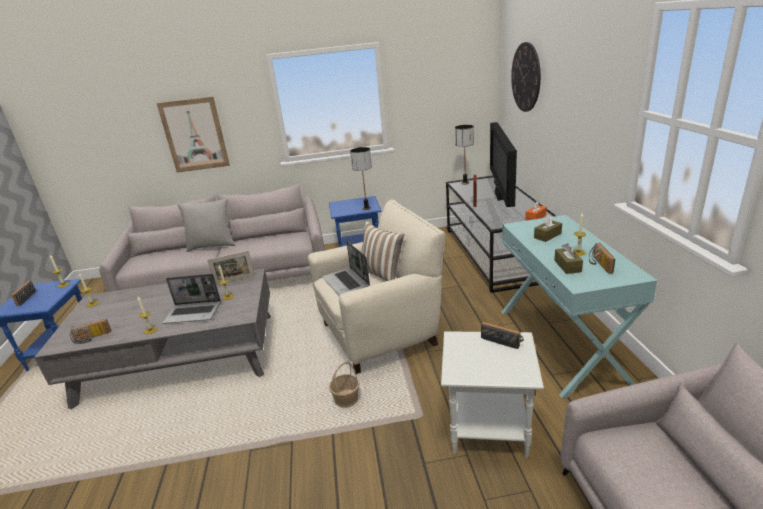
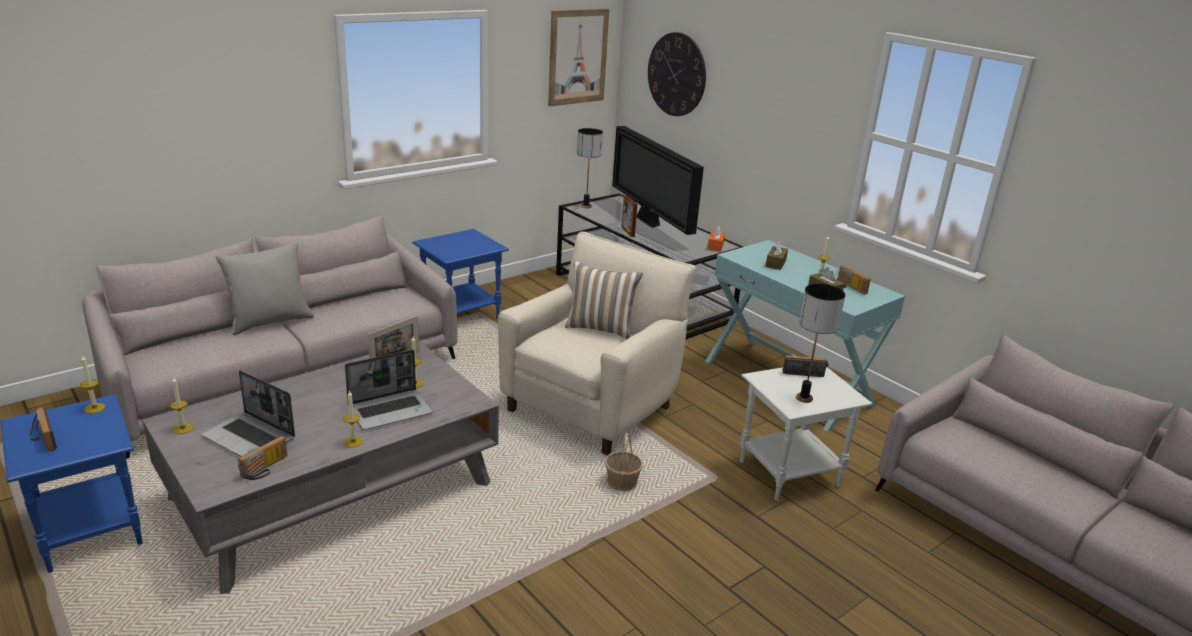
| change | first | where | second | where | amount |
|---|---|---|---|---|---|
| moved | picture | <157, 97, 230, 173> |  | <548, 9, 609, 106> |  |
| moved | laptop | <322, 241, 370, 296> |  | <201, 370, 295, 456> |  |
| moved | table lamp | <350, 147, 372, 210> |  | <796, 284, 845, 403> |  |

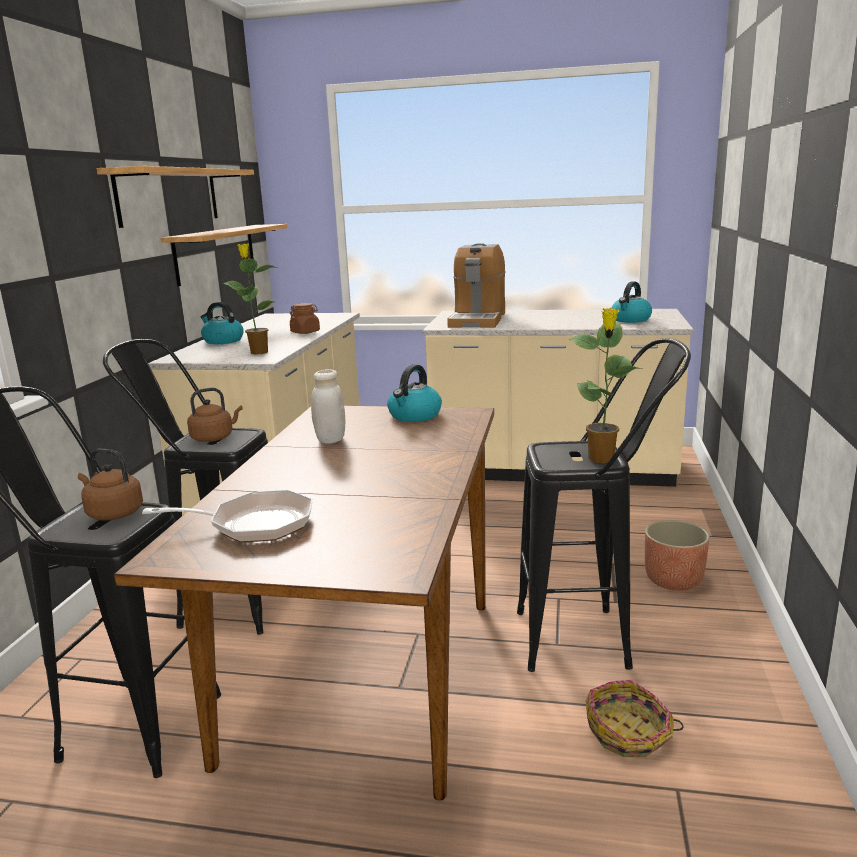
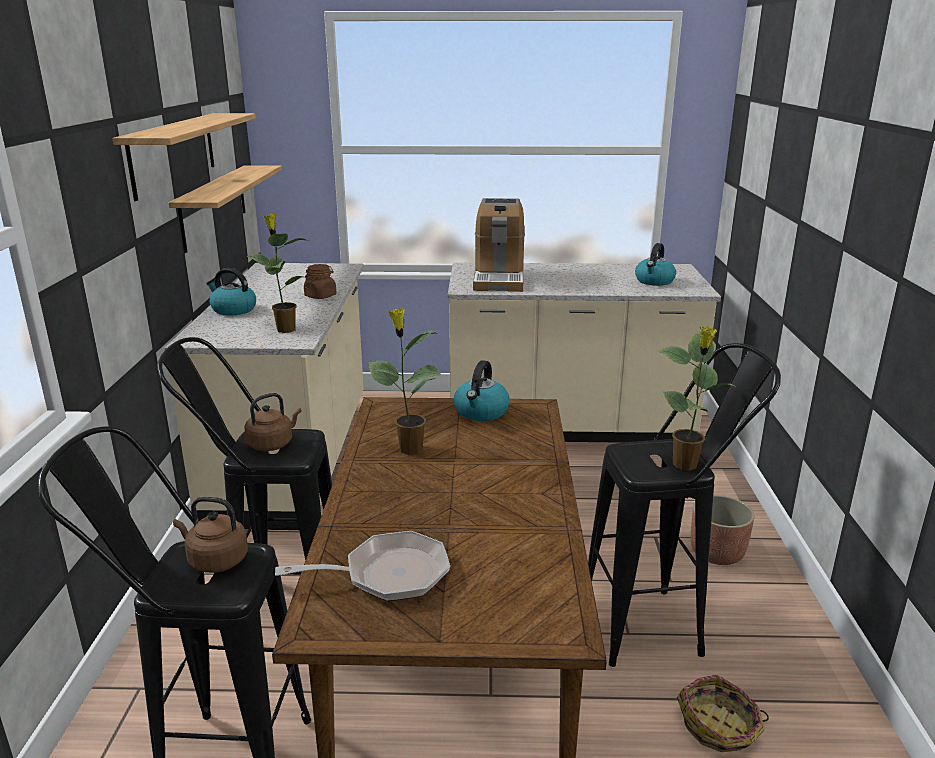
| change | first | where | second | where | amount |
|---|---|---|---|---|---|
| replaced | white jar | <311, 369, 345, 443> | potted plant | <368, 308, 441, 455> |  |

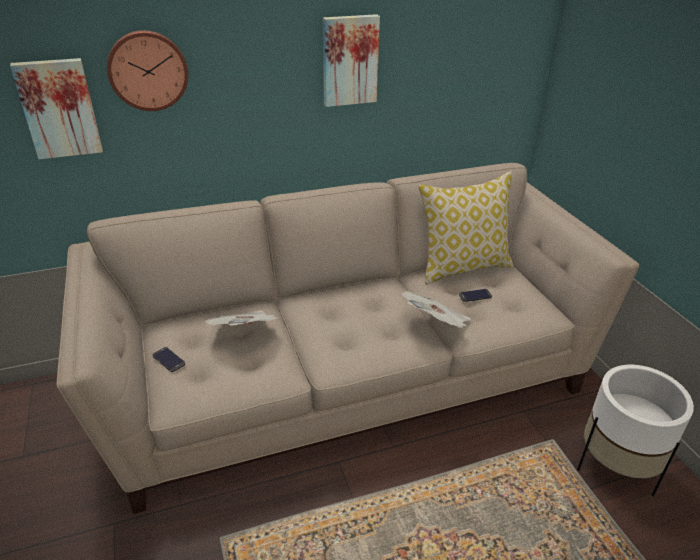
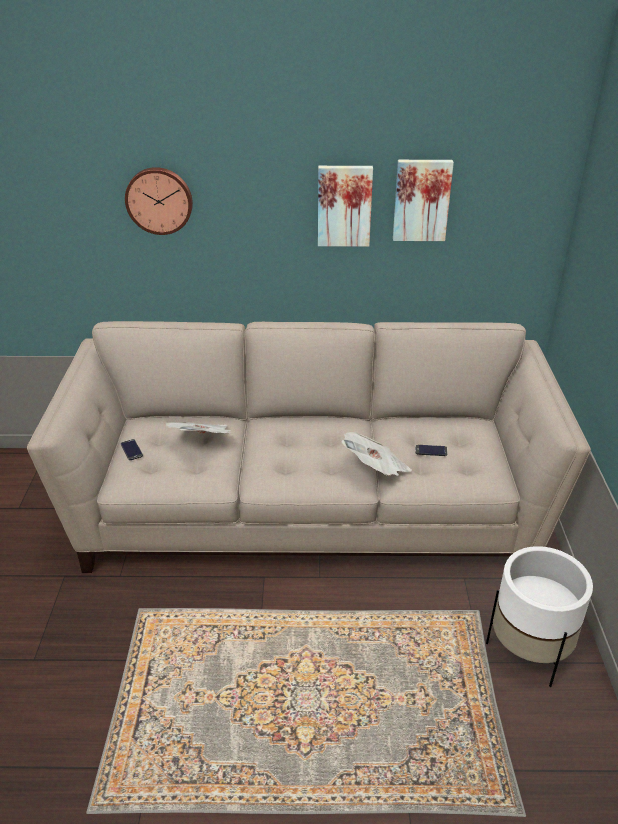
| change | first | where | second | where | amount |
|---|---|---|---|---|---|
| moved | picture | <10, 58, 103, 159> |  | <393, 160, 454, 241> |  |
| removed | pillow | <419, 171, 514, 285> |  |  |  |

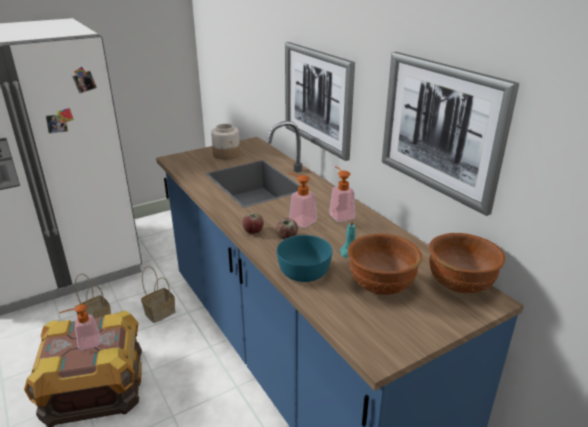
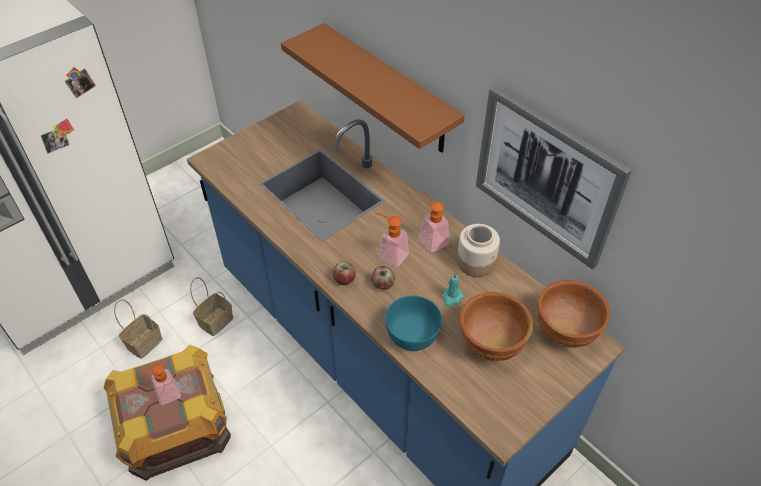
| change | first | where | second | where | amount |
|---|---|---|---|---|---|
| moved | jar | <211, 124, 240, 160> |  | <457, 224, 500, 277> |  |
| replaced | picture | <285, 42, 355, 161> | brown shelf | <281, 23, 465, 153> |  |

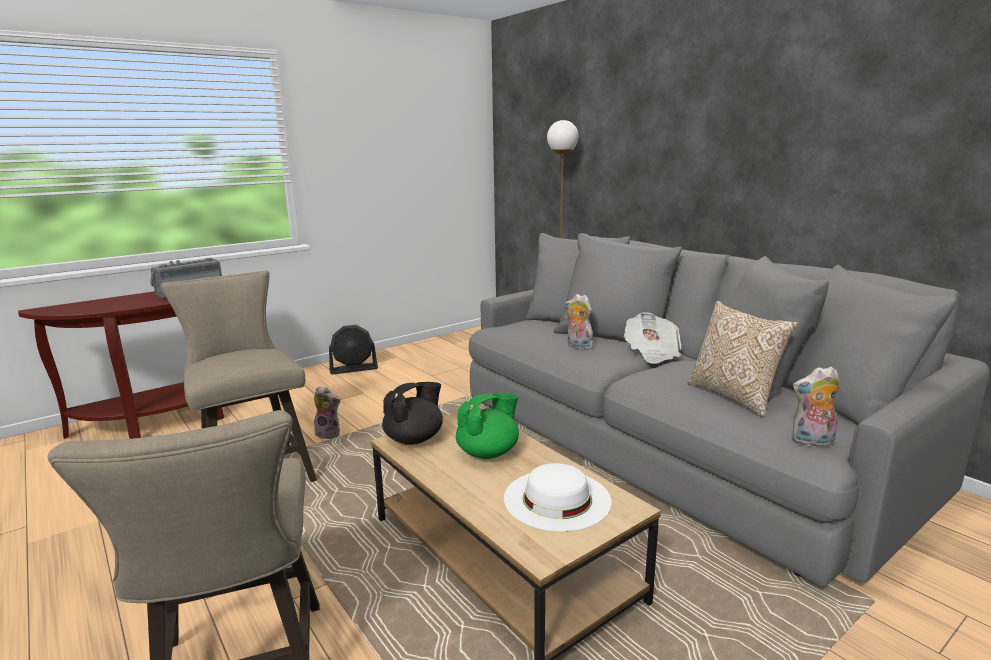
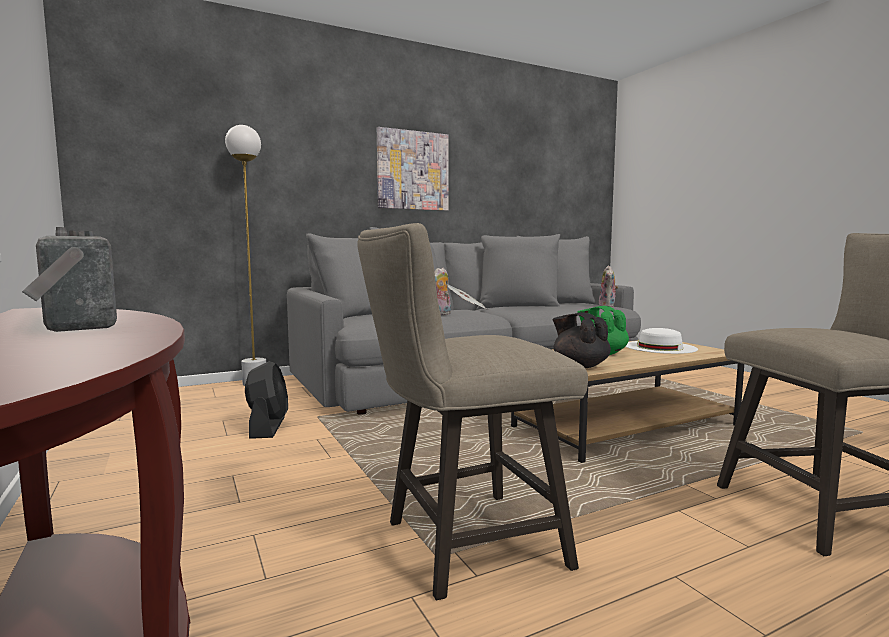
| change | first | where | second | where | amount |
|---|---|---|---|---|---|
| removed | plush toy | <314, 386, 340, 439> |  |  |  |
| moved | black fan | <329, 325, 378, 374> |  | <245, 361, 288, 439> |  |
| removed | pillow | <687, 301, 798, 418> |  |  |  |
| added |  |  | picture | <377, 127, 449, 211> |  |

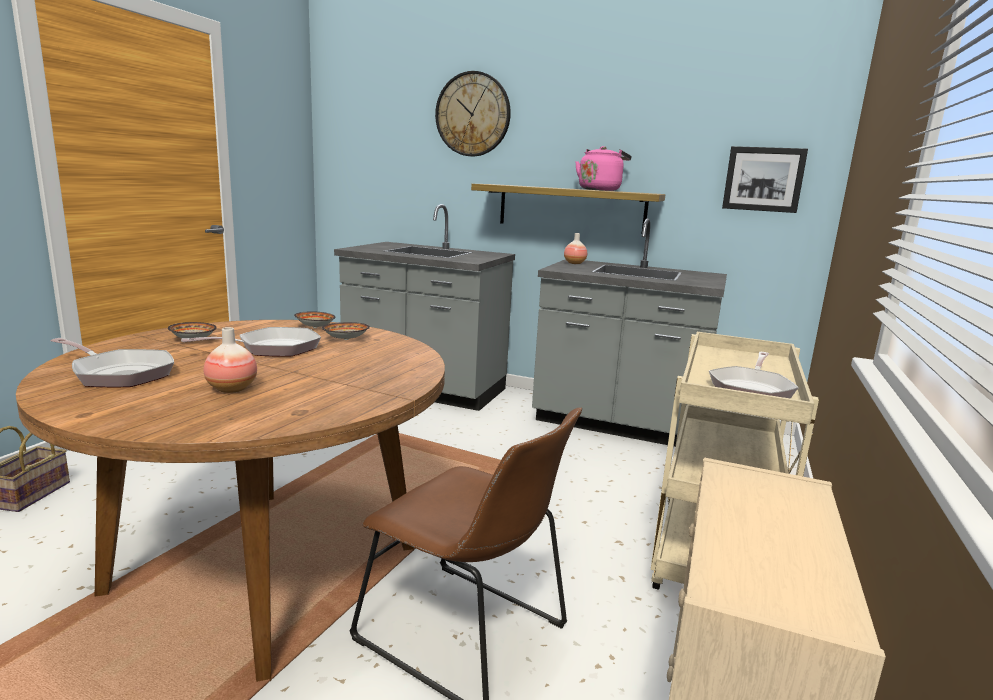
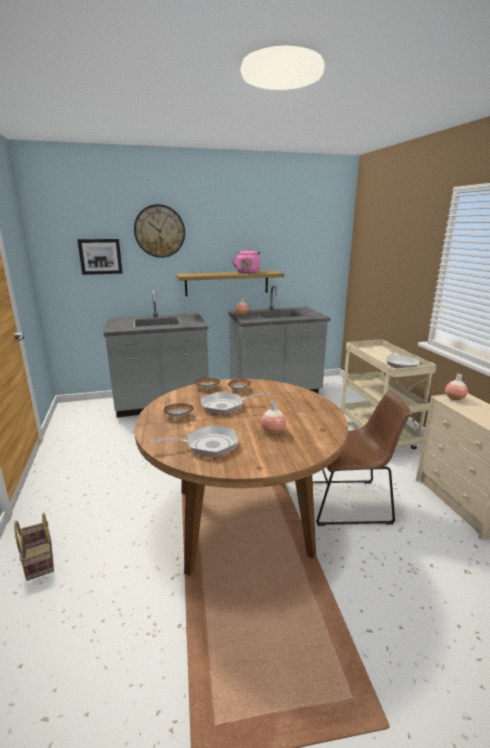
| change | first | where | second | where | amount |
|---|---|---|---|---|---|
| turned | frying pan | <181, 327, 321, 357> |  | <201, 392, 271, 415> | 120 degrees counterclockwise |
| moved | picture | <722, 146, 808, 213> |  | <77, 239, 123, 275> |  |
| added |  |  | vase | <445, 374, 468, 400> |  |

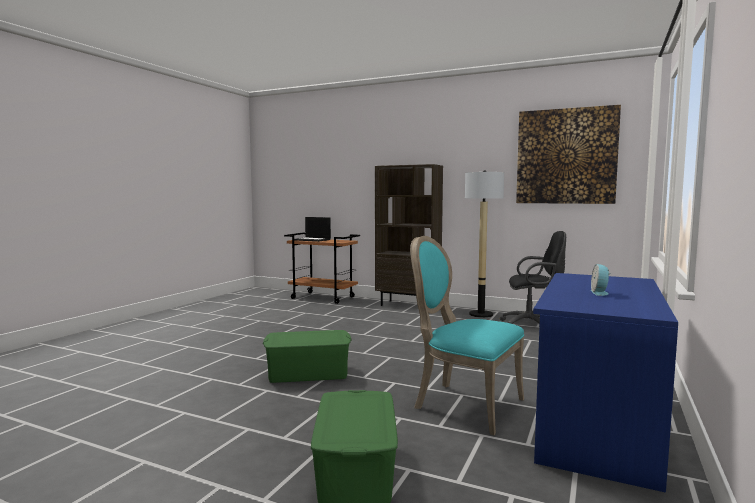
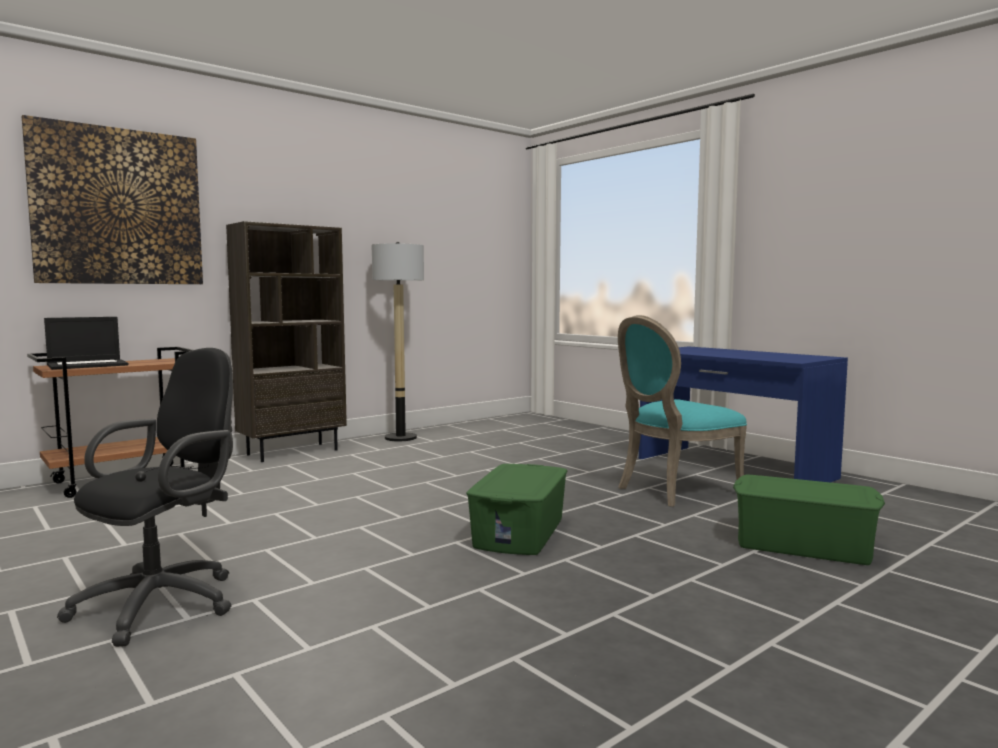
| change | first | where | second | where | amount |
|---|---|---|---|---|---|
| moved | black office chair | <500, 231, 566, 325> |  | <57, 348, 233, 647> |  |
| moved | picture | <516, 105, 621, 204> |  | <22, 115, 203, 284> |  |
| removed | alarm clock | <591, 264, 610, 296> |  |  |  |

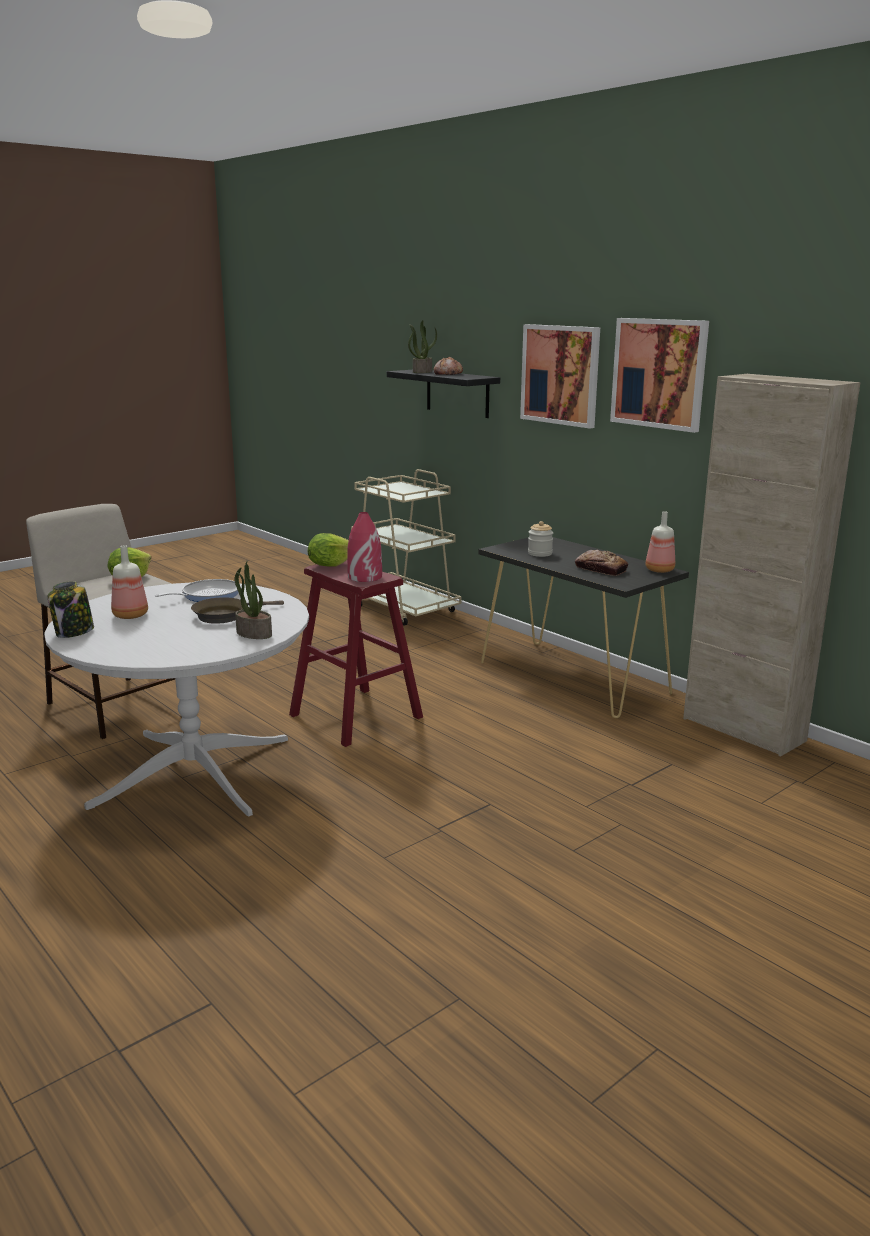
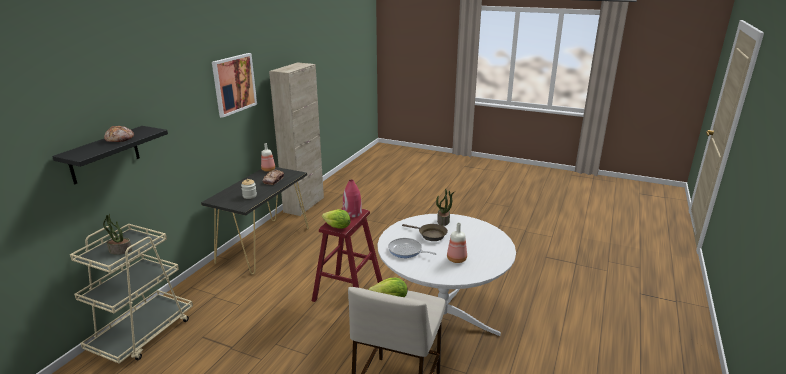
| change | first | where | second | where | amount |
|---|---|---|---|---|---|
| removed | jar | <48, 581, 94, 638> |  |  |  |
| moved | potted plant | <408, 320, 437, 373> |  | <103, 214, 132, 255> |  |
| removed | picture | <520, 324, 600, 428> |  |  |  |

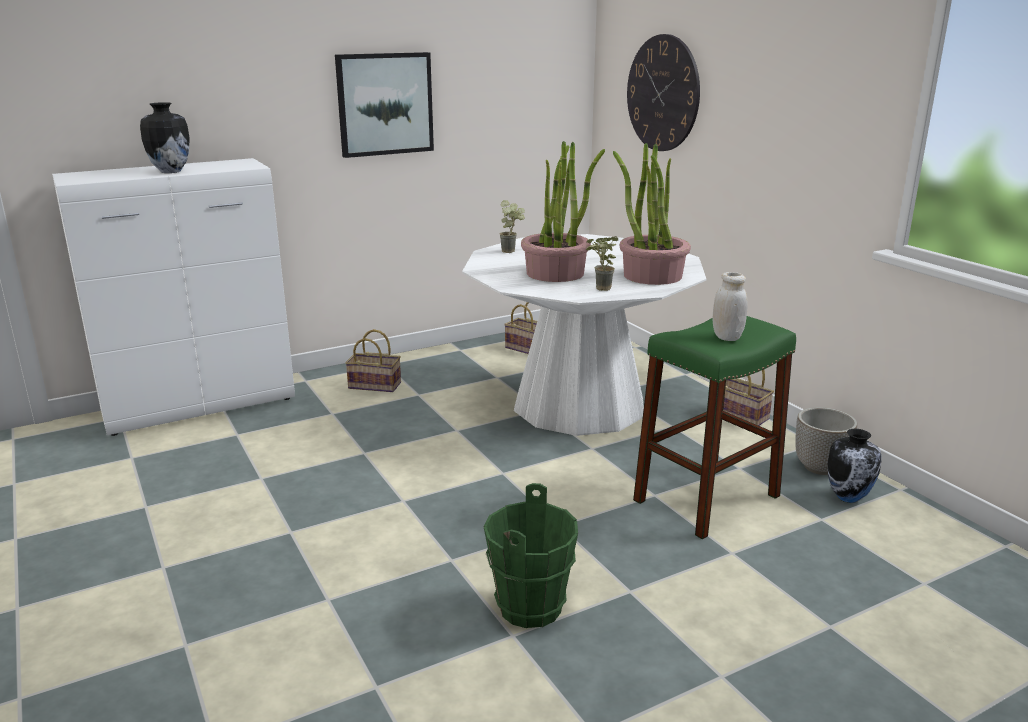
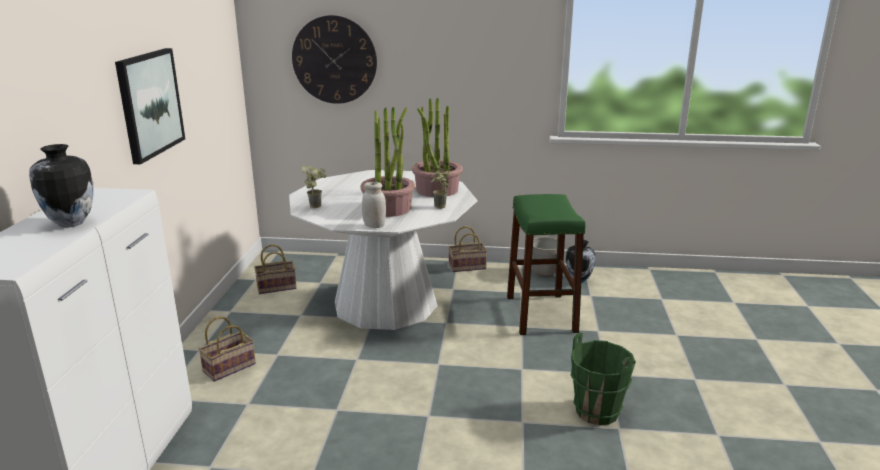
| change | first | where | second | where | amount |
|---|---|---|---|---|---|
| moved | white jar | <712, 272, 748, 341> |  | <362, 182, 386, 228> |  |

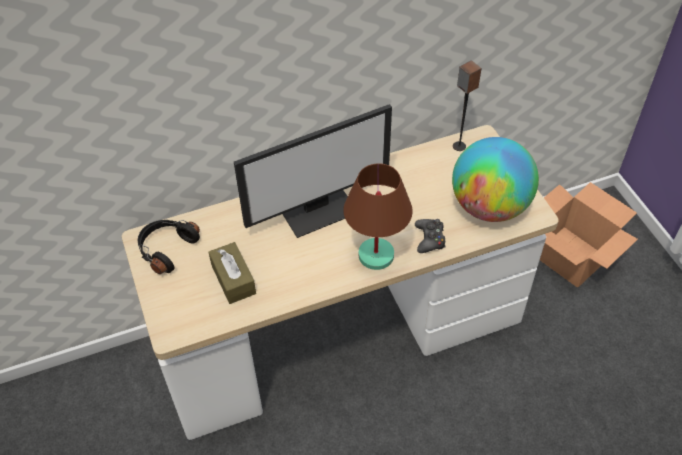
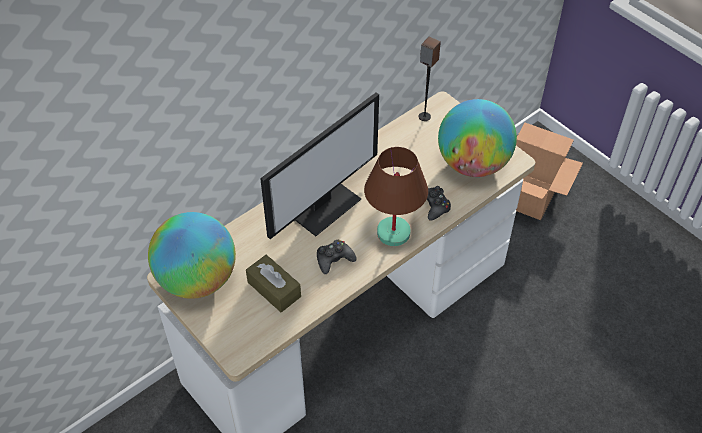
| change | first | where | second | where | amount |
|---|---|---|---|---|---|
| replaced | black headphones | <138, 220, 200, 274> | globe | <148, 212, 236, 299> |  |
| added |  |  | black game controller | <317, 240, 357, 274> |  |

